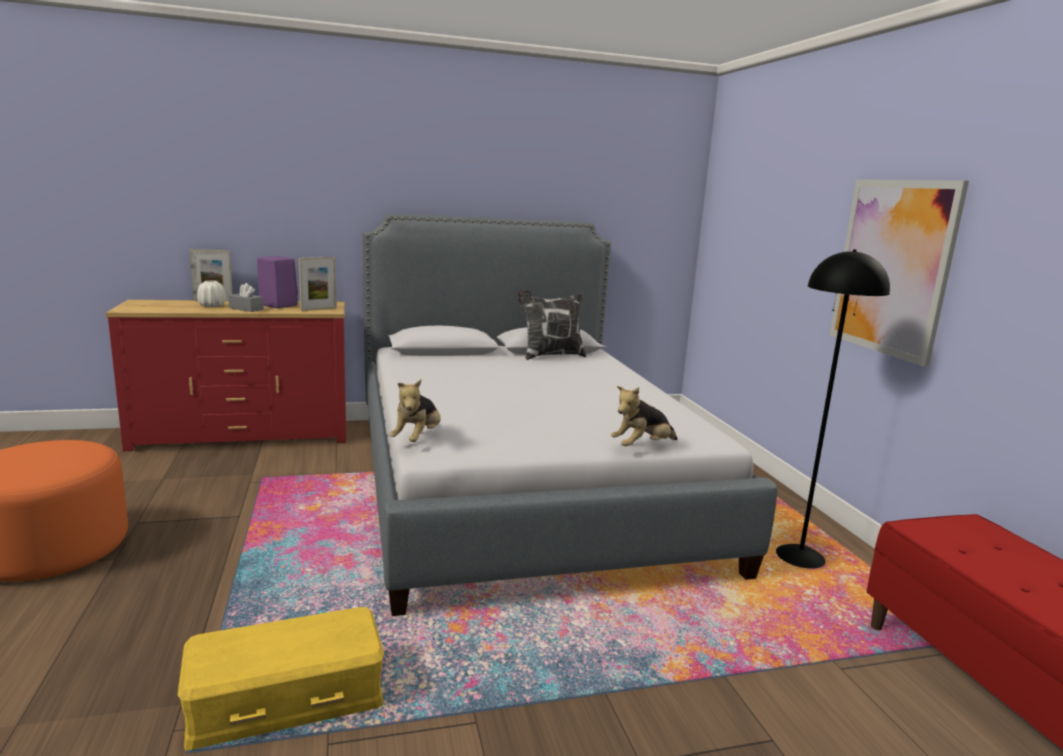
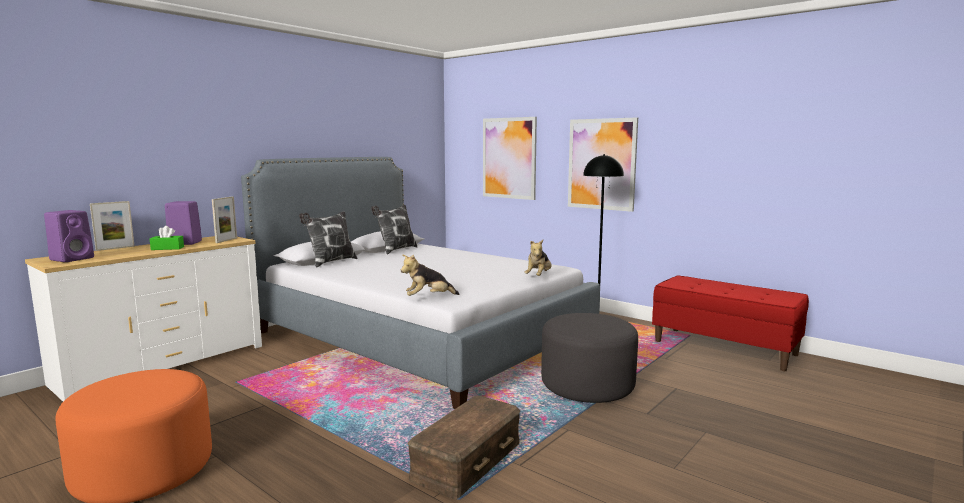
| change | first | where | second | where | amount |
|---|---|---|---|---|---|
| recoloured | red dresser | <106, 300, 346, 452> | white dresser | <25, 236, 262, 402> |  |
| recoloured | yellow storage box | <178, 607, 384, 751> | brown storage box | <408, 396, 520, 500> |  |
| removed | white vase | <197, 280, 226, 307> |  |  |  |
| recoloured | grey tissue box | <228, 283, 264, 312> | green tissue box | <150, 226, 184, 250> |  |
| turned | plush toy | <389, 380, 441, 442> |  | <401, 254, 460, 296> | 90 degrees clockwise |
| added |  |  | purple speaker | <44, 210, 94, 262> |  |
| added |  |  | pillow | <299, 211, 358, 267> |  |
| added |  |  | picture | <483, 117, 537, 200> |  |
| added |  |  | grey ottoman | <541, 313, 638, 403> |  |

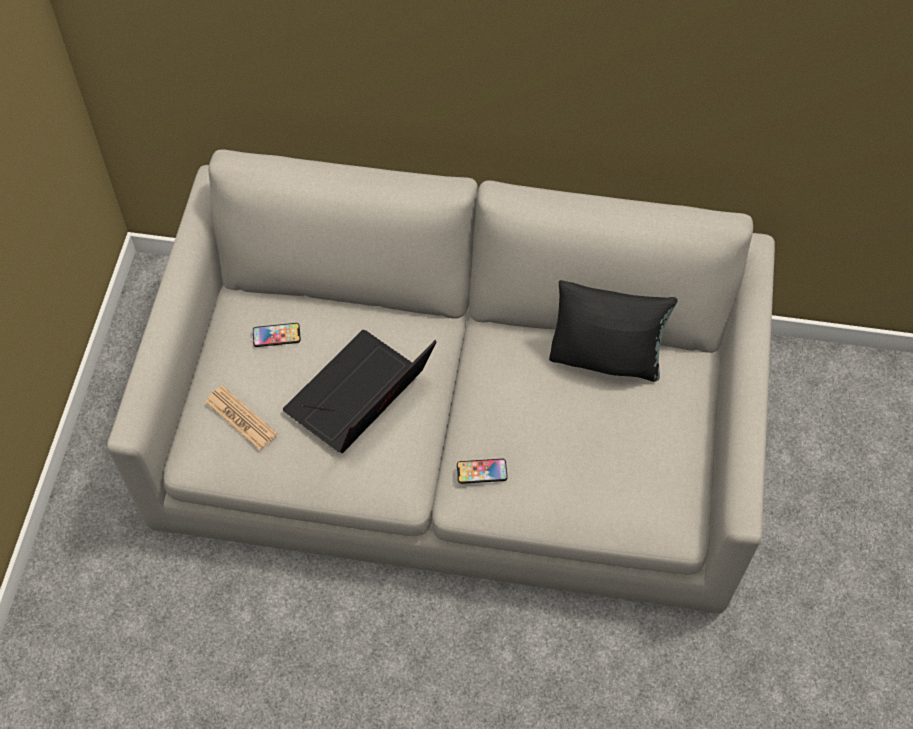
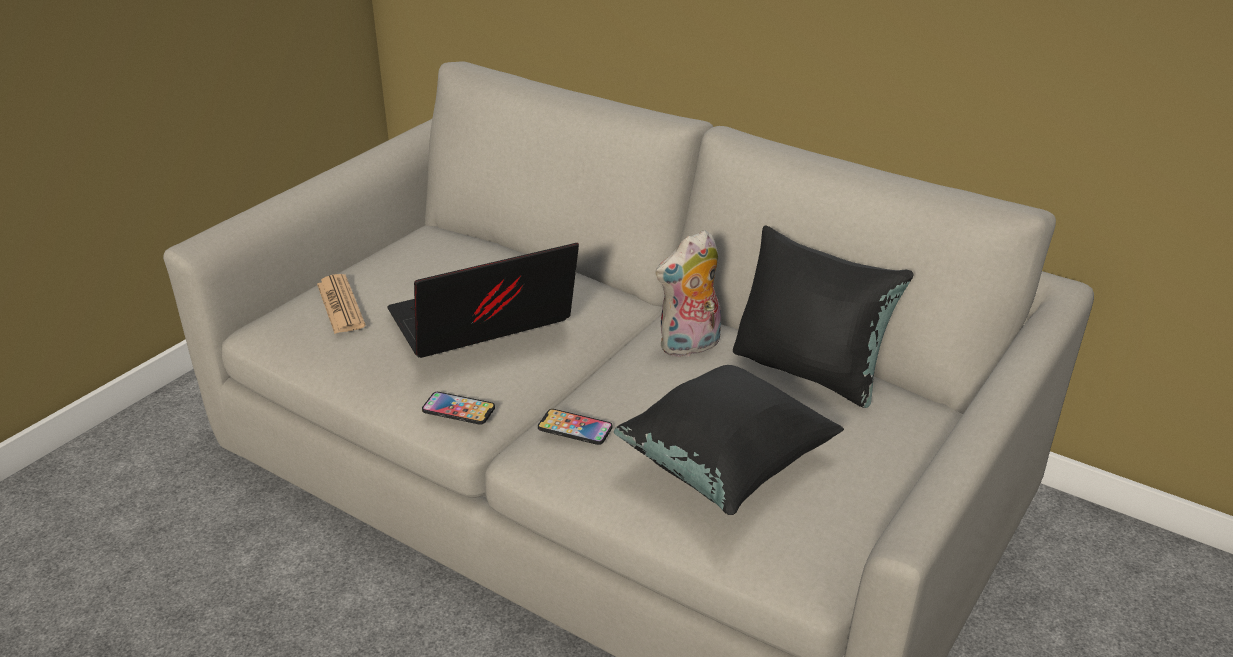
| change | first | where | second | where | amount |
|---|---|---|---|---|---|
| moved | phone | <253, 323, 301, 347> |  | <422, 392, 495, 425> |  |
| added |  |  | black pillow | <614, 365, 844, 515> |  |
| added |  |  | plush toy | <655, 230, 721, 357> |  |

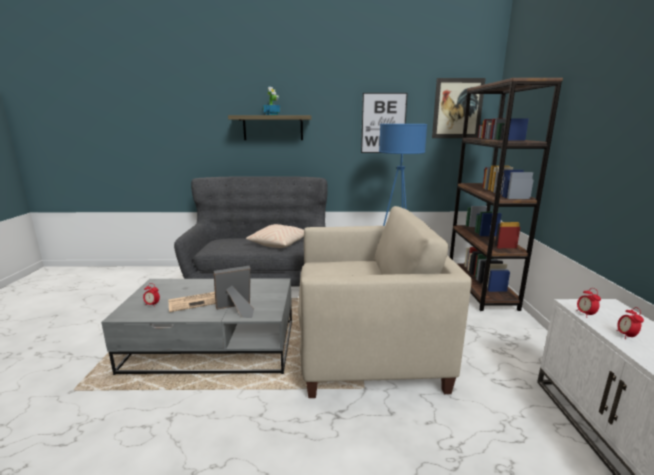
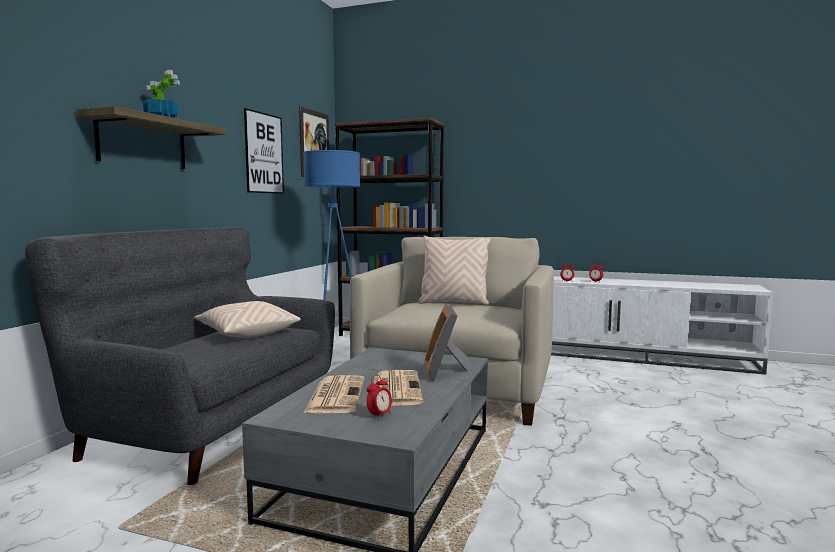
| change | first | where | second | where | amount |
|---|---|---|---|---|---|
| added |  |  | newspaper | <304, 375, 364, 413> |  |
| added |  |  | beige pillow | <418, 236, 491, 305> |  |

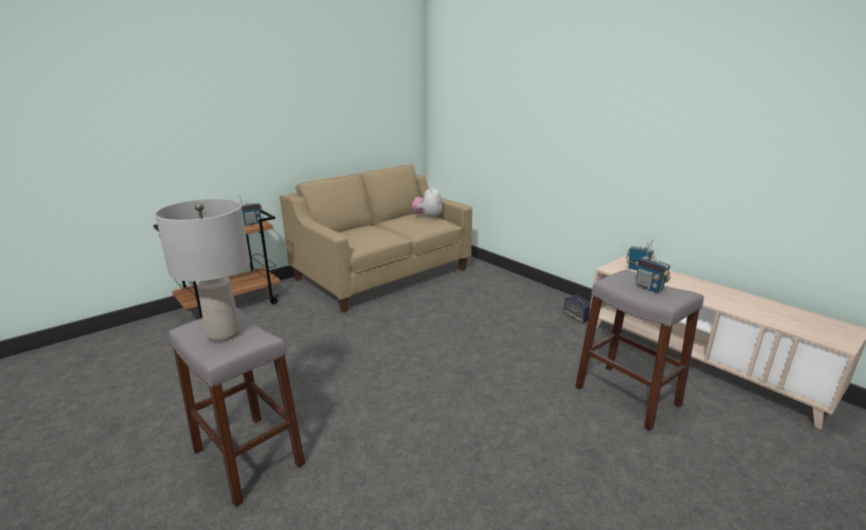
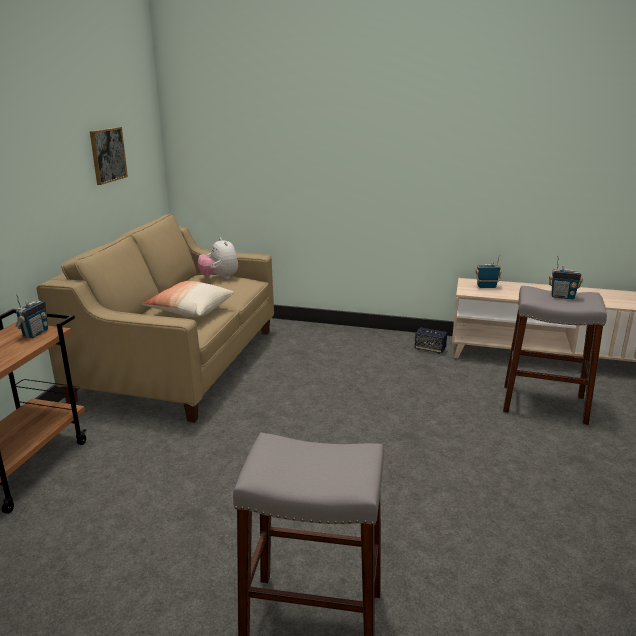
| change | first | where | second | where | amount |
|---|---|---|---|---|---|
| removed | grey table lamp | <155, 199, 250, 342> |  |  |  |
| added |  |  | picture | <90, 127, 128, 185> |  |
| added |  |  | pillow | <142, 281, 234, 317> |  |

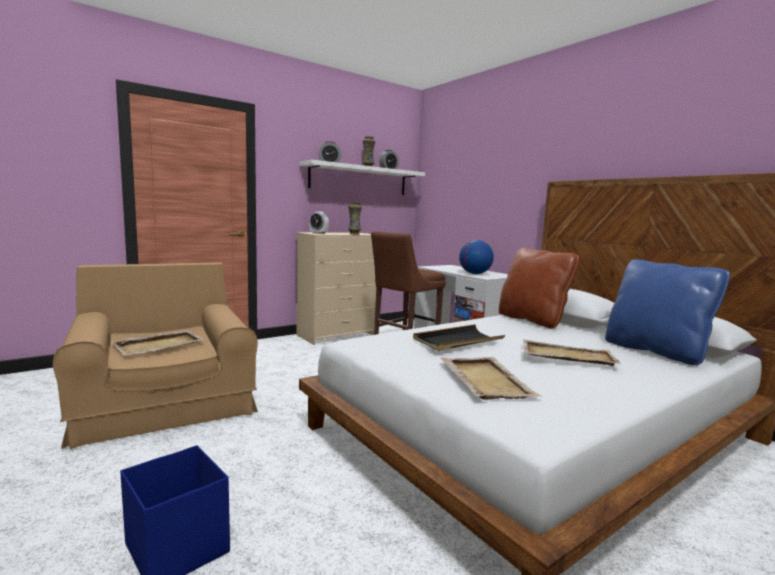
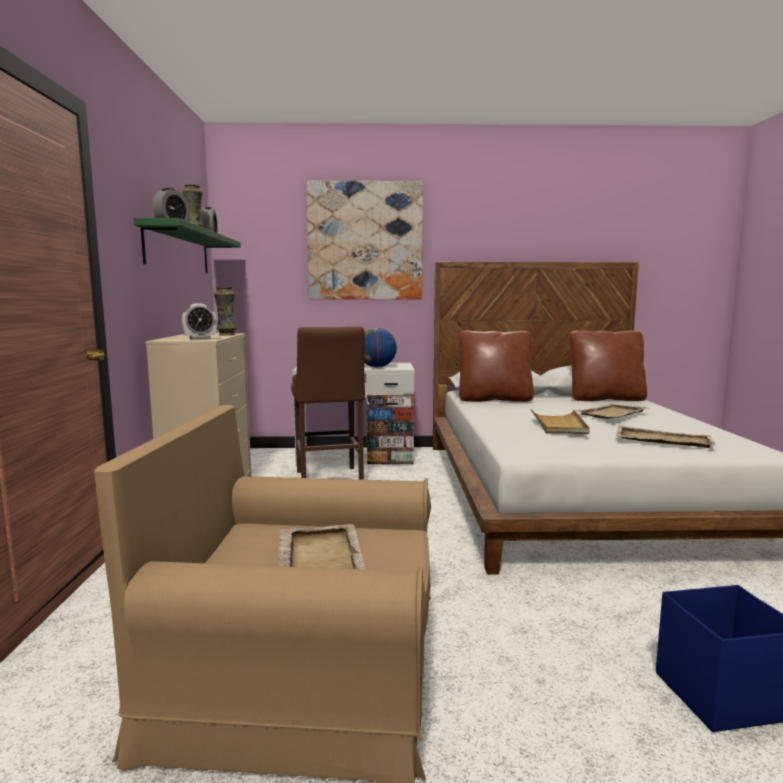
| change | first | where | second | where | amount |
|---|---|---|---|---|---|
| recoloured | white shelf | <300, 160, 425, 195> | green shelf | <133, 218, 241, 273> |  |
| recoloured | black tray | <413, 324, 505, 351> | beige tray | <531, 409, 590, 434> |  |
| recoloured | blue pillow | <605, 259, 730, 365> | brown pillow | <569, 330, 647, 401> |  |
| added |  |  | picture | <306, 181, 423, 299> |  |

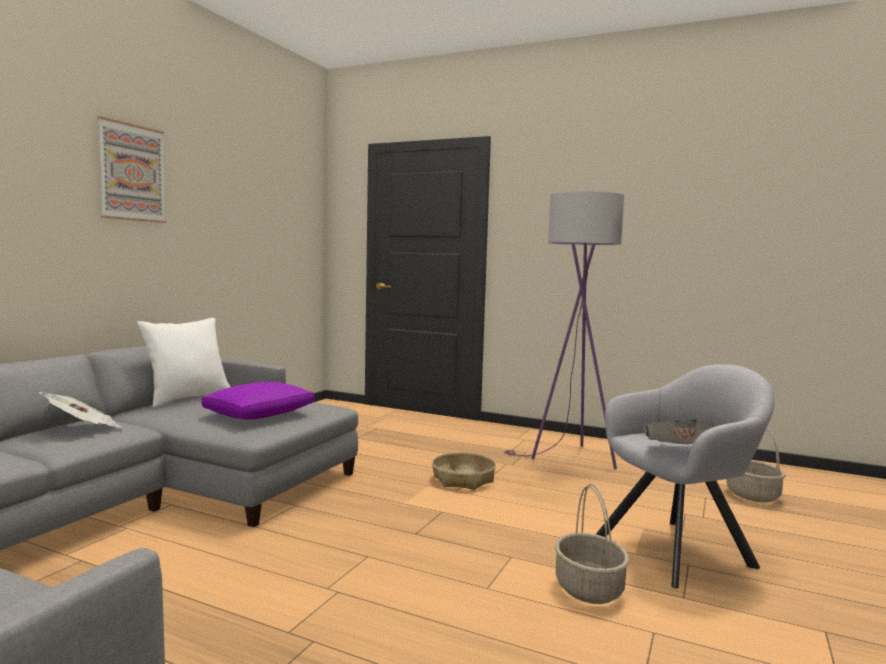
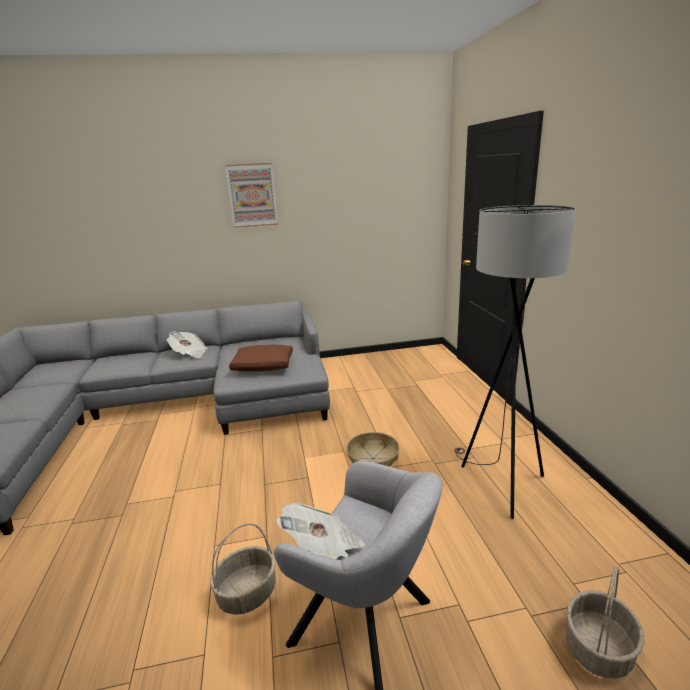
| change | first | where | second | where | amount |
|---|---|---|---|---|---|
| removed | white pillow | <137, 318, 230, 408> |  |  |  |
| recoloured | purple pillow | <201, 382, 315, 419> | brown pillow | <229, 345, 293, 372> |  |
| recoloured | purple floor lamp | <505, 191, 624, 469> | grey floor lamp | <454, 205, 576, 519> |  |

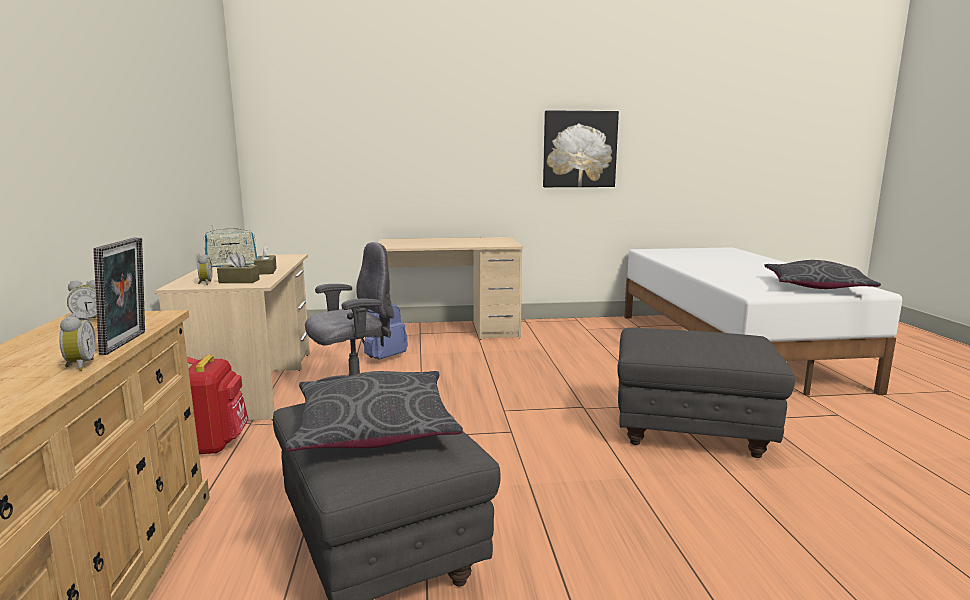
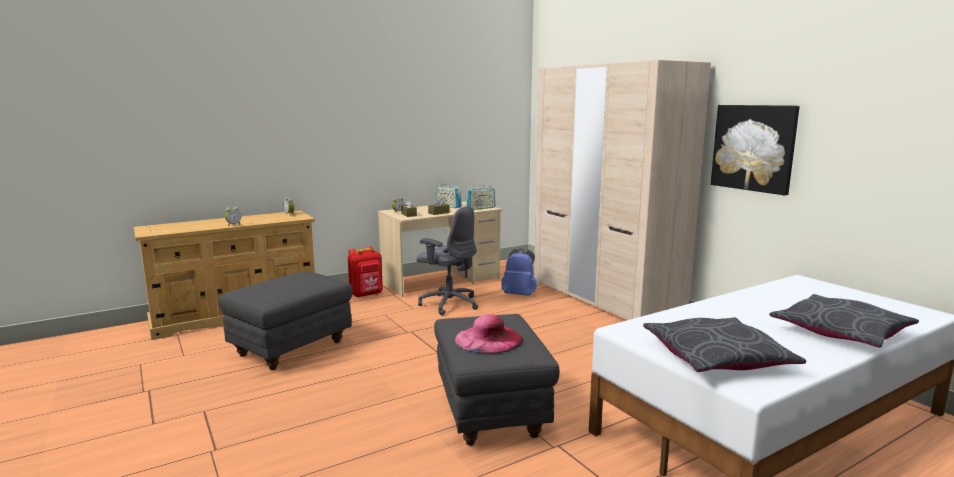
| change | first | where | second | where | amount |
|---|---|---|---|---|---|
| removed | picture frame | <93, 237, 145, 355> |  |  |  |
| moved | grey pillow | <284, 371, 463, 451> |  | <769, 294, 919, 348> |  |
| replaced | beige desk | <378, 237, 523, 340> | beige wardrobe | <534, 60, 711, 320> |  |
| added |  |  | pink hat | <455, 314, 524, 354> |  |
| added |  |  | radio | <466, 184, 495, 210> |  |

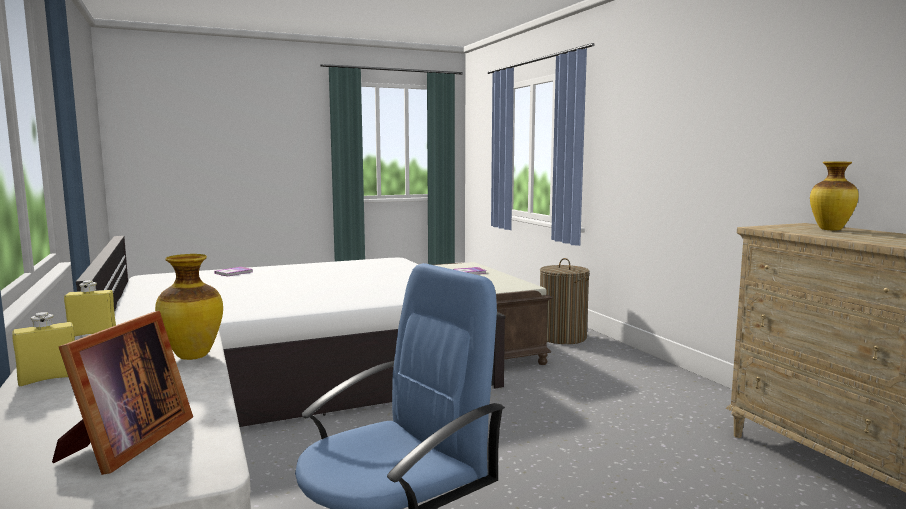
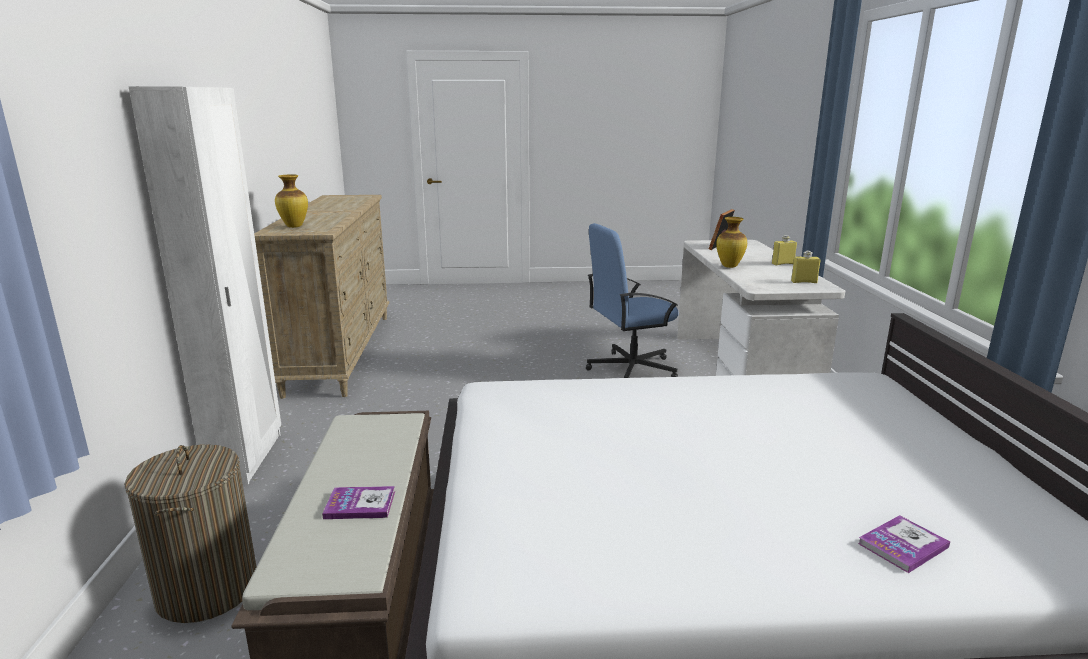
| change | first | where | second | where | amount |
|---|---|---|---|---|---|
| added |  |  | white wardrobe | <128, 86, 281, 485> |  |

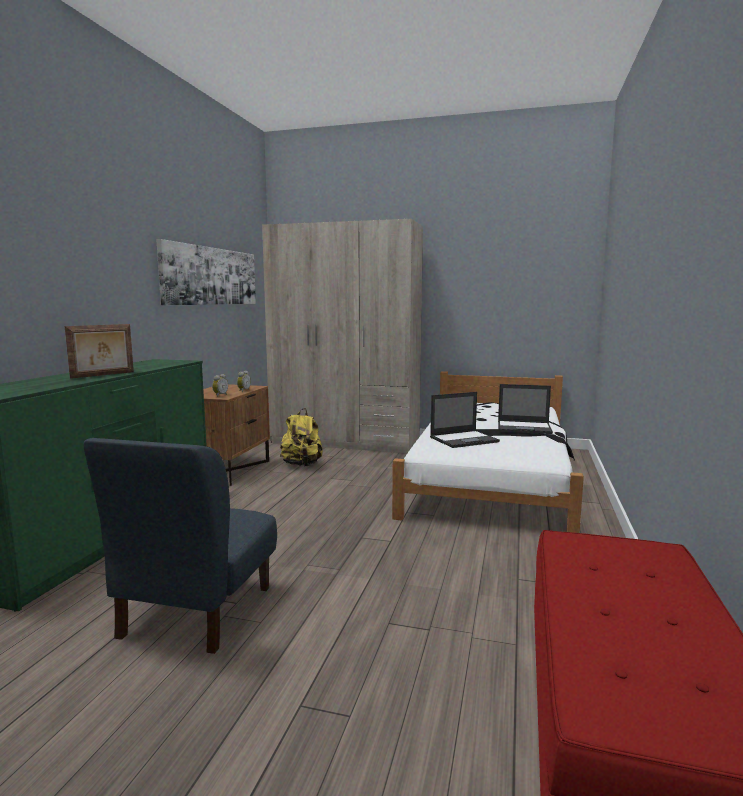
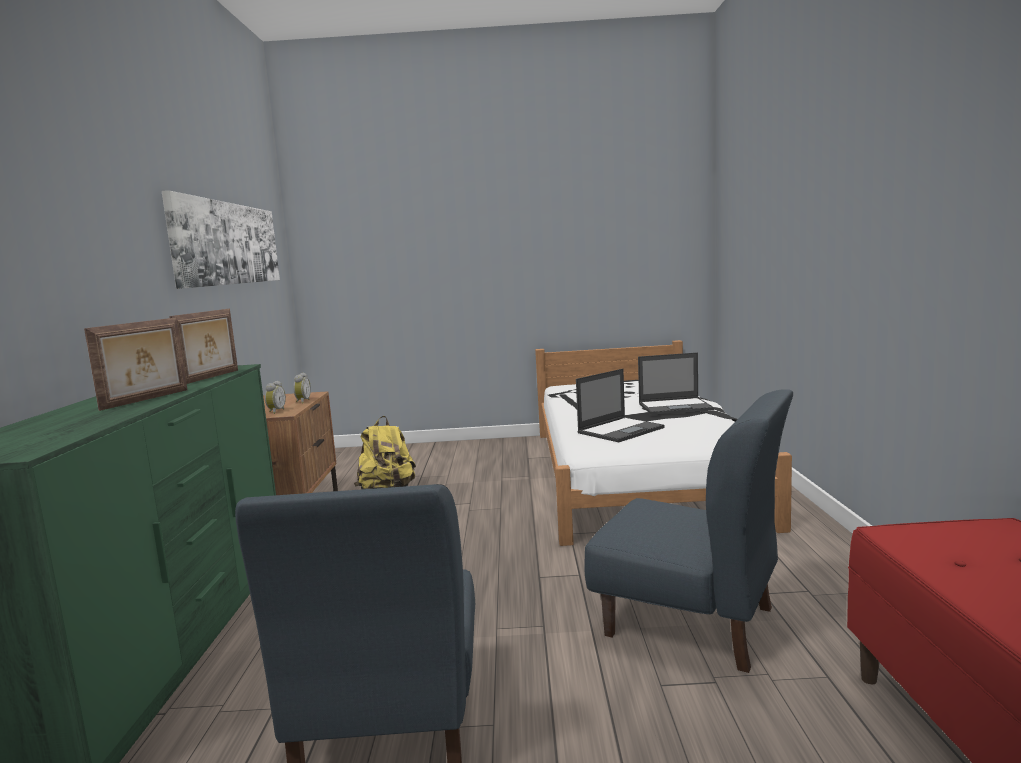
| change | first | where | second | where | amount |
|---|---|---|---|---|---|
| removed | beige wardrobe | <262, 219, 423, 453> |  |  |  |
| added |  |  | picture frame | <169, 309, 238, 384> |  |
| added |  |  | blue chair | <585, 389, 793, 673> |  |

